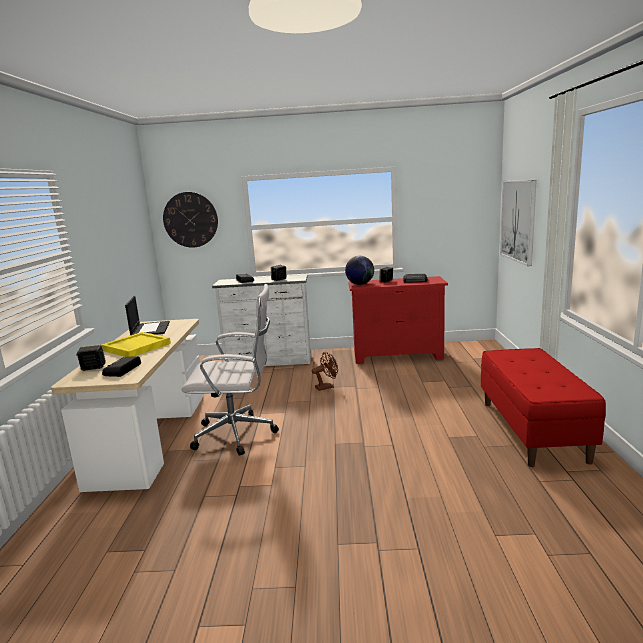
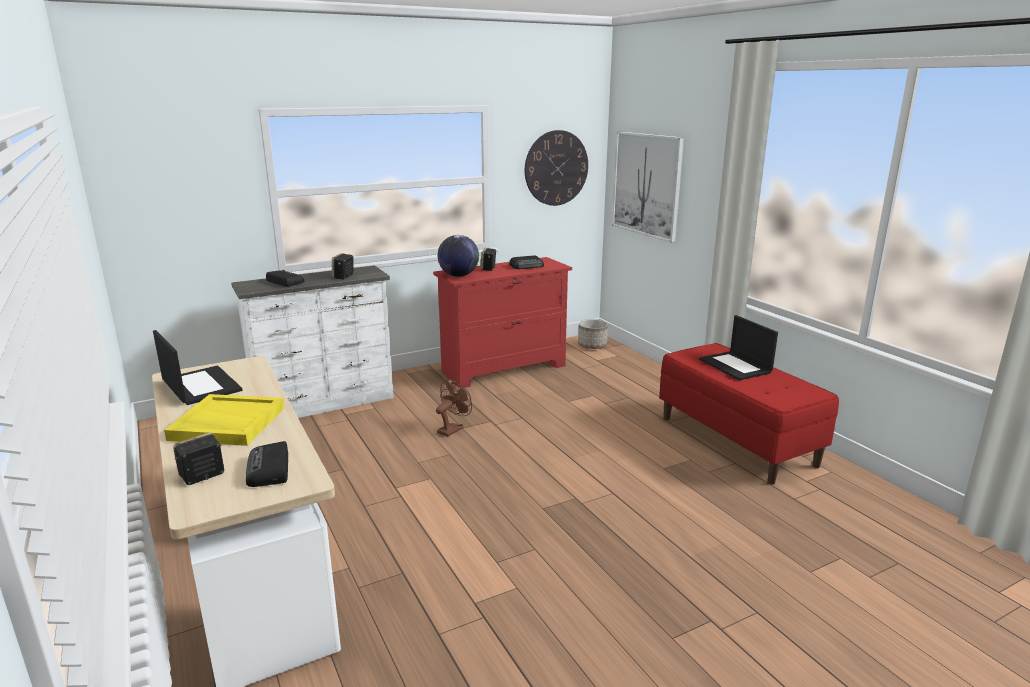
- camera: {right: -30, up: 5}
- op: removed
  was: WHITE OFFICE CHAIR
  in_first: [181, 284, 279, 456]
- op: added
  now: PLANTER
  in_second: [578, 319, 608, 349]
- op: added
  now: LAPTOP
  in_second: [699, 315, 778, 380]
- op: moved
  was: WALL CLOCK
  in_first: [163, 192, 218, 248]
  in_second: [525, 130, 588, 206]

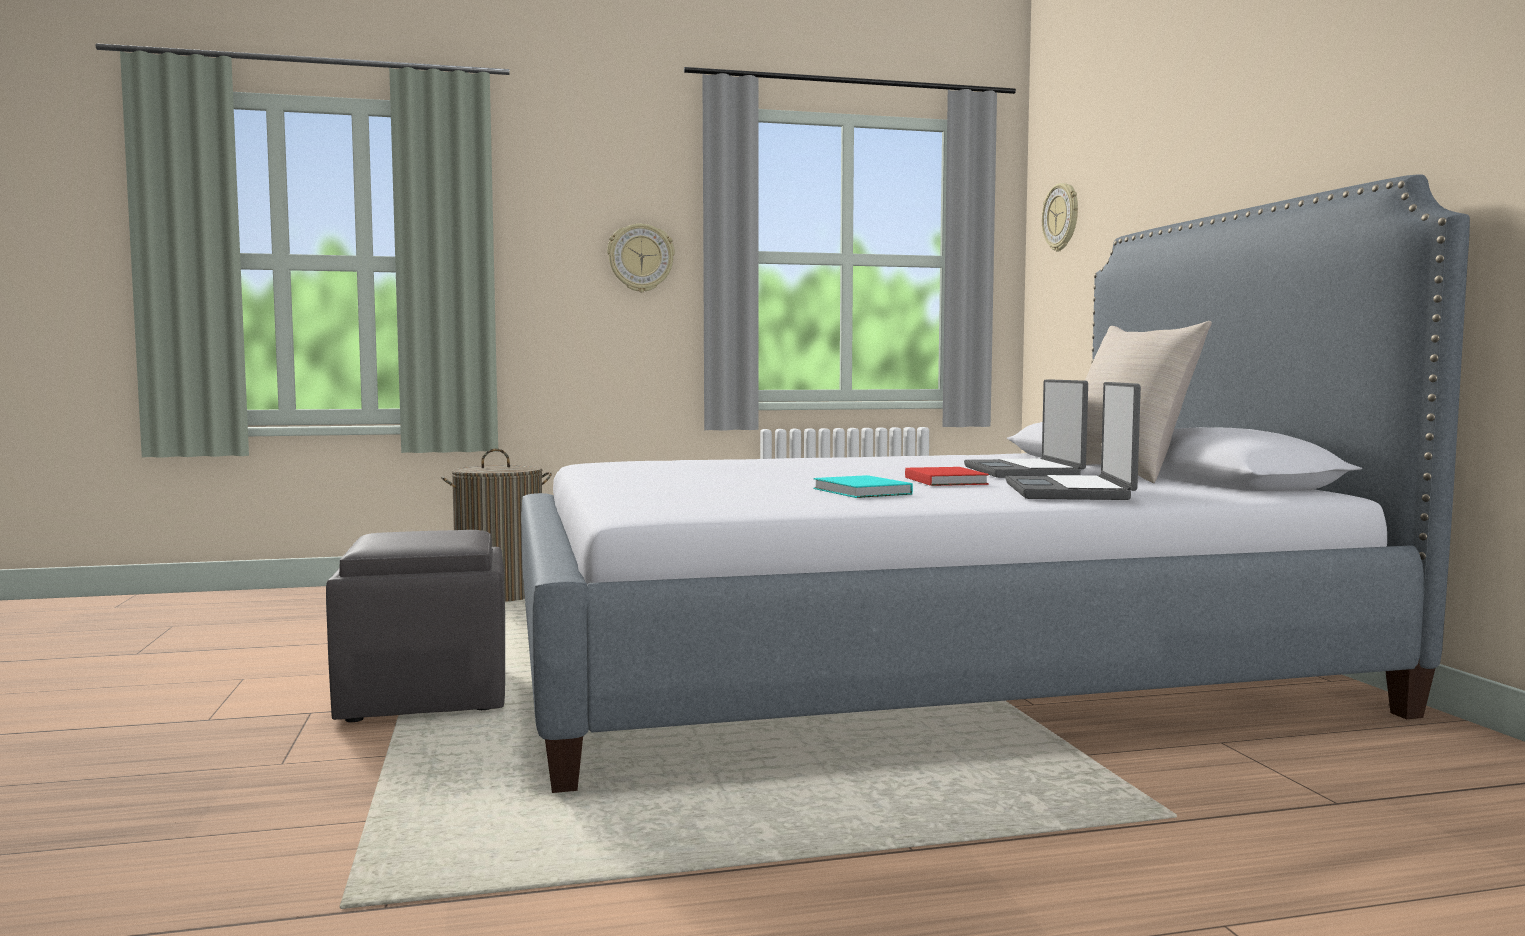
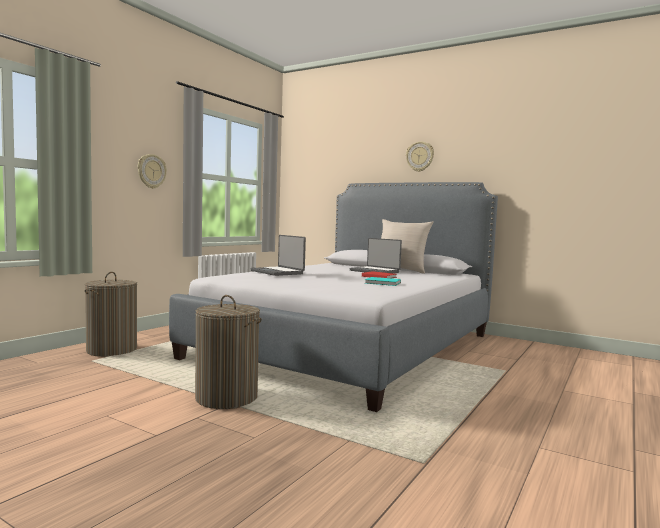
- camera: {right: -45, up: 0}
- op: moved
  was: LAPTOP
  in_first: [1005, 382, 1141, 500]
  in_second: [250, 235, 306, 276]
- op: moved
  was: WALL CLOCK
  in_first: [1042, 183, 1078, 251]
  in_second: [406, 141, 434, 172]
- op: replaced
  was: GREY OTTOMAN
  now: LAUNDRY BASKET
  in_first: [326, 530, 505, 722]
  in_second: [195, 295, 262, 409]

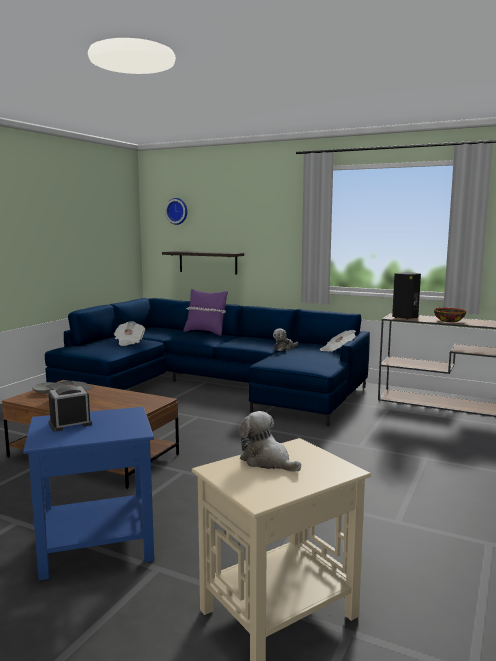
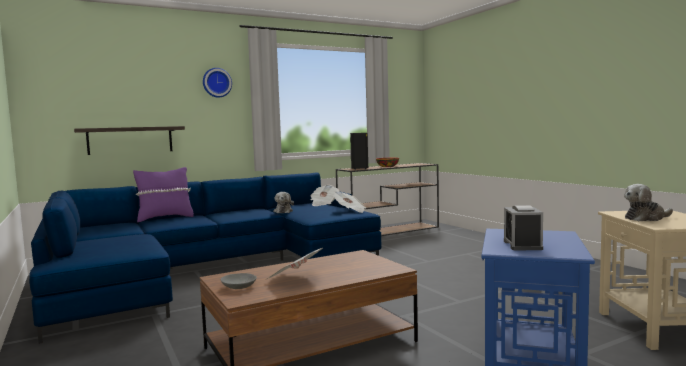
- camera: {right: -55, up: -5}
- op: moved
  was: NEWSPAPER
  in_first: [114, 321, 145, 346]
  in_second: [333, 191, 366, 213]
- op: moved
  was: WALL CLOCK
  in_first: [165, 198, 188, 225]
  in_second: [203, 68, 232, 98]

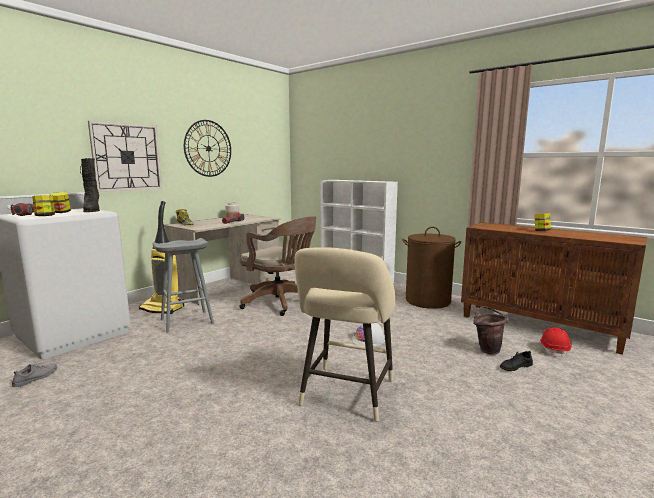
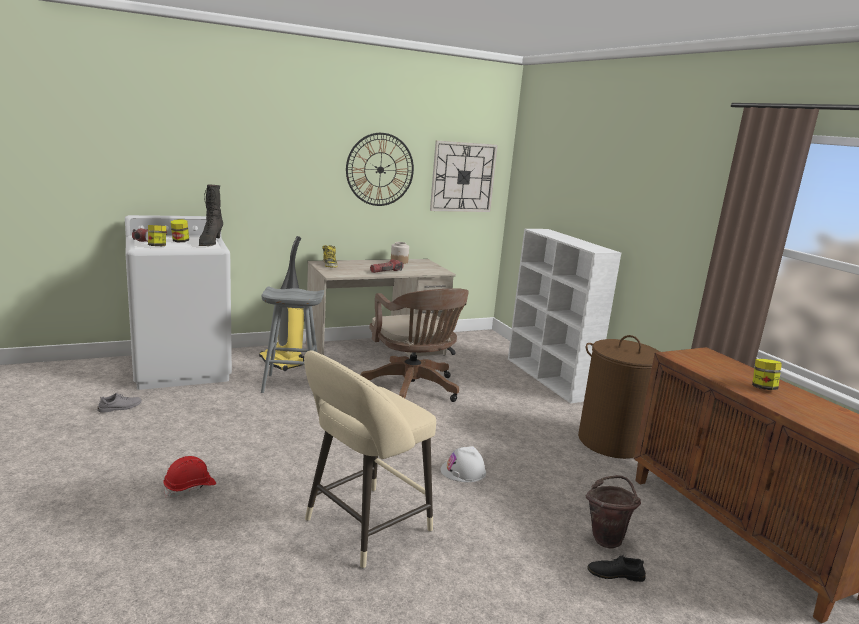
- camera: {right: 25, up: 5}
- op: moved
  was: WALL CLOCK
  in_first: [88, 121, 162, 192]
  in_second: [430, 140, 498, 212]
- op: moved
  was: RED HARD HAT
  in_first: [540, 327, 572, 359]
  in_second: [163, 456, 216, 497]

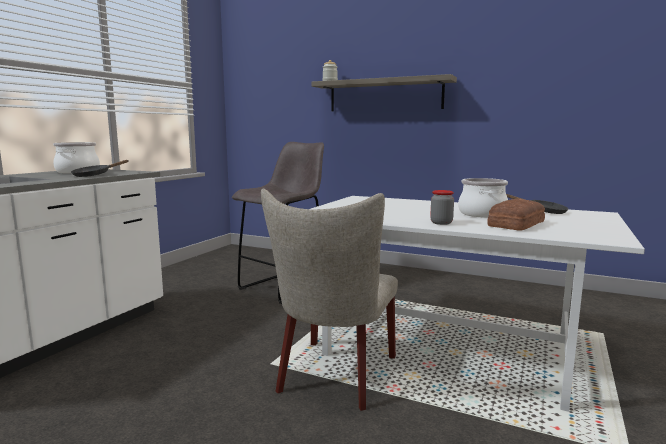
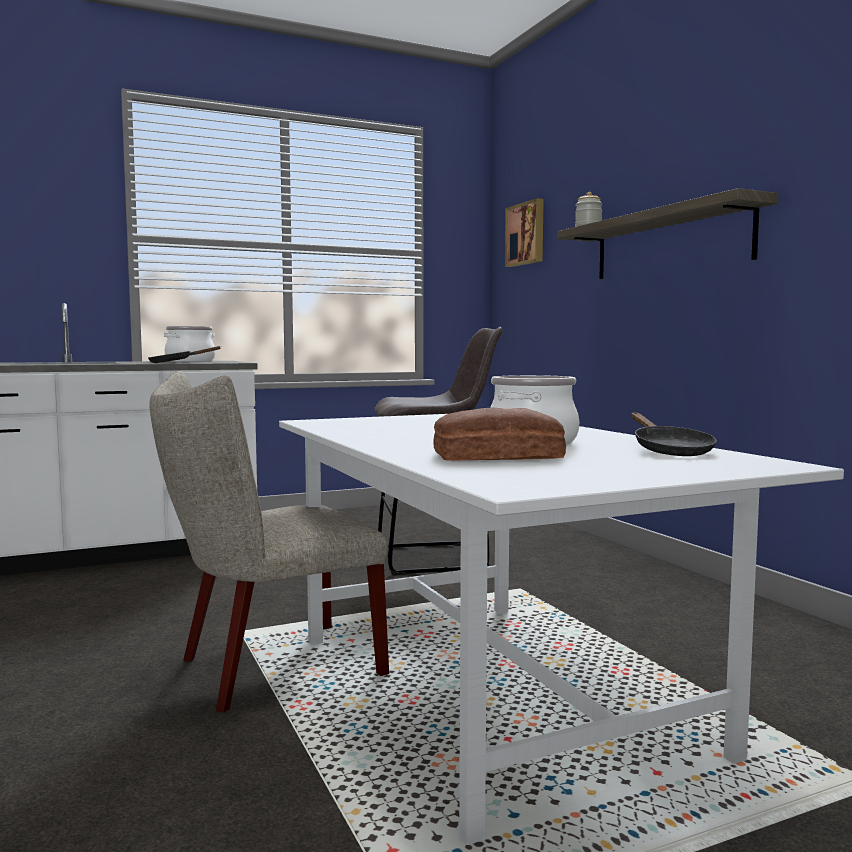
- camera: {right: 40, up: -5}
- op: removed
  was: JAR
  in_first: [430, 190, 454, 225]
- op: added
  now: PICTURE
  in_second: [505, 198, 544, 267]

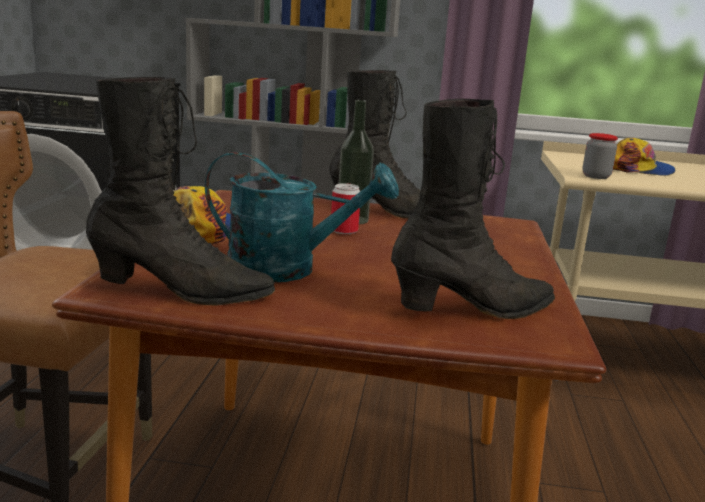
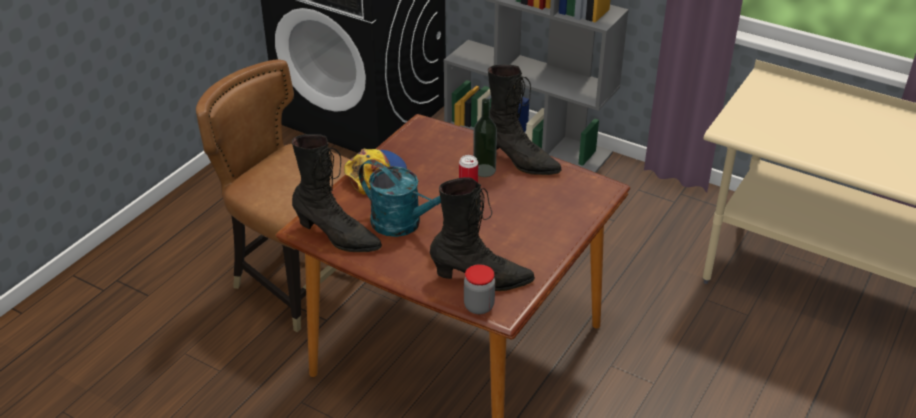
- camera: {right: 25, up: 20}
- op: removed
  was: CAP
  in_first: [613, 138, 675, 176]
- op: moved
  was: JAR
  in_first: [582, 133, 618, 179]
  in_second: [464, 264, 495, 314]

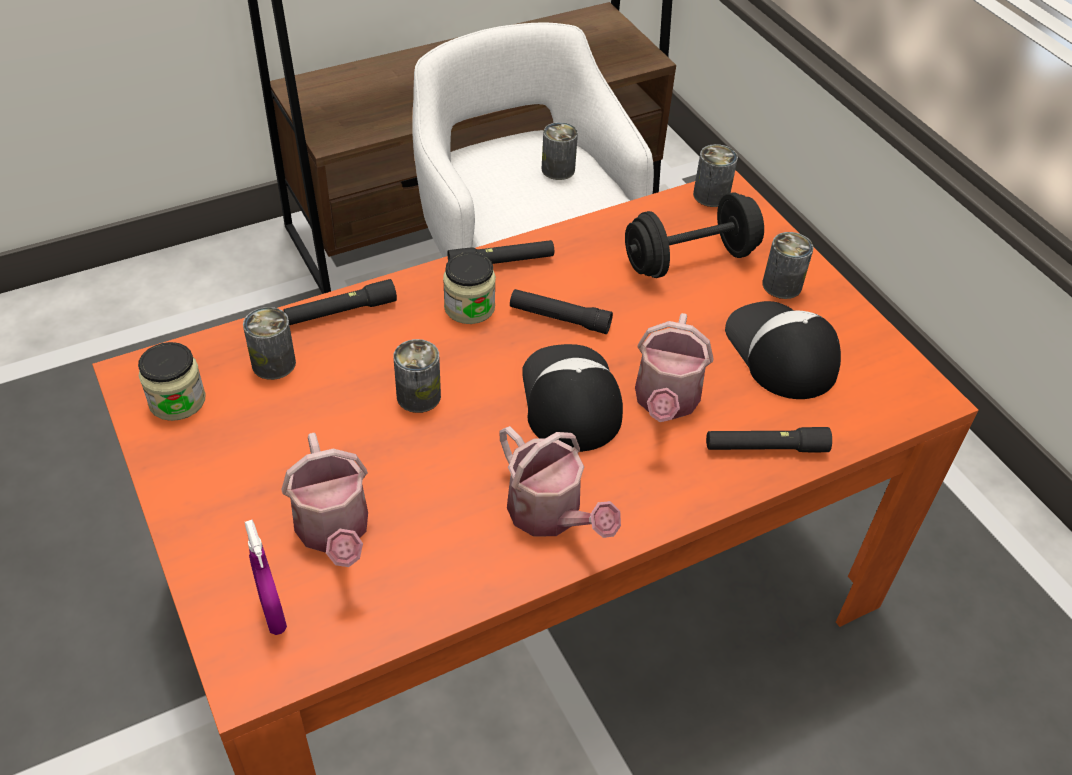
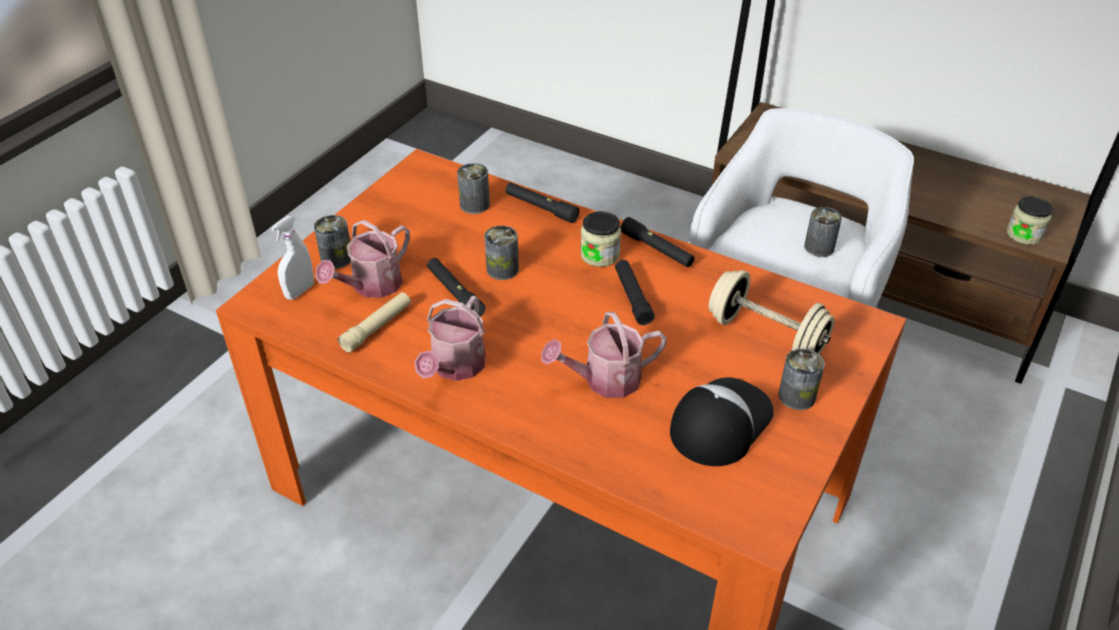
- camera: {right: 60, up: -5}
- op: removed
  was: CAP
  in_first: [523, 344, 623, 452]
- op: added
  now: BEIGE FLASHLIGHT
  in_second: [338, 292, 411, 353]
- op: moved
  was: JAR
  in_first: [138, 342, 206, 421]
  in_second: [1007, 196, 1053, 245]
- op: moved
  was: CAN
  in_first: [693, 144, 738, 207]
  in_second: [314, 215, 351, 269]
- op: moved
  was: BLACK FLASHLIGHT
  in_first: [706, 427, 832, 452]
  in_second: [427, 258, 486, 317]
- op: recoloured
  was: PURPLE SPRAY BOTTLE
  now: WHITE SPRAY BOTTLE
  in_first: [245, 520, 287, 635]
  in_second: [271, 216, 314, 300]
- op: recoloured
  was: BLACK DUMBBELL
  now: BEIGE DUMBBELL
  in_first: [625, 192, 764, 278]
  in_second: [709, 270, 834, 355]

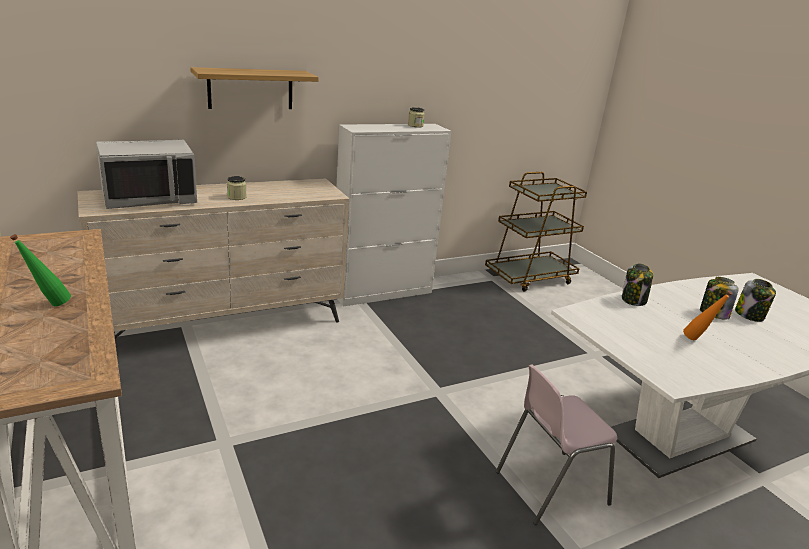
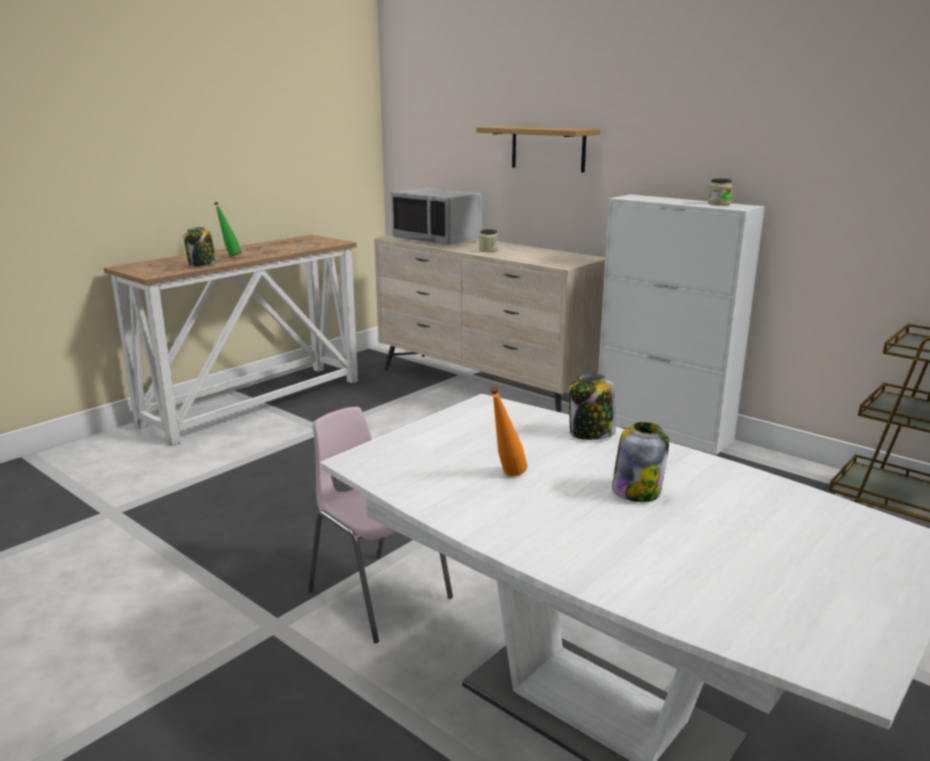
- camera: {right: 70, up: -5}
- op: moved
  was: JAR
  in_first: [735, 279, 776, 322]
  in_second: [183, 227, 217, 267]

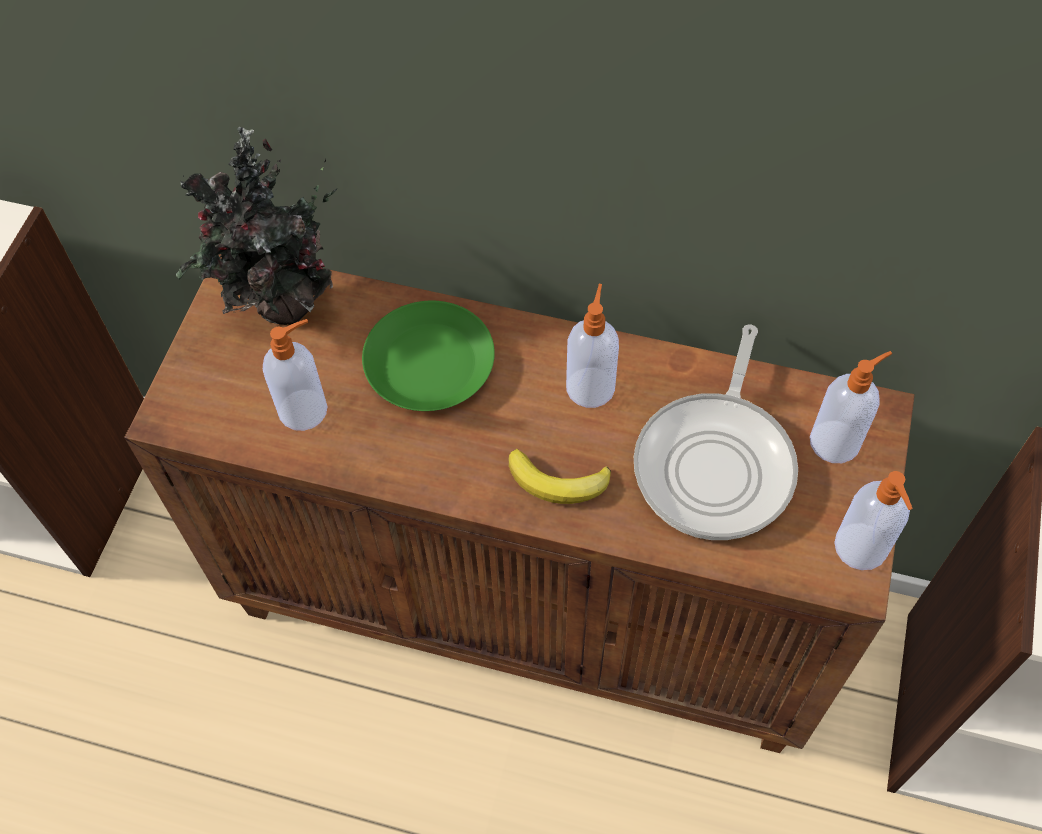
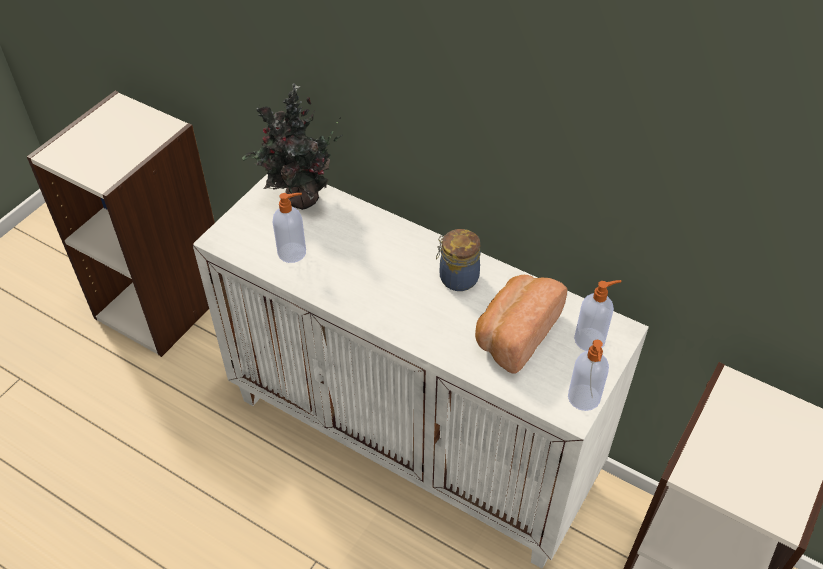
- camera: {right: 15, up: -10}
- op: removed
  was: GREEN PLATE
  in_first: [362, 301, 495, 411]
- op: removed
  was: BANANA
  in_first: [509, 449, 611, 504]
- op: replaced
  was: SOAP DISPENSER
  now: JAR
  in_first: [566, 284, 619, 408]
  in_second: [436, 229, 480, 291]
- op: replaced
  was: FRYING PAN
  now: BREAD
  in_first: [634, 324, 798, 540]
  in_second: [475, 275, 567, 374]
- op: recoloured
  was: BROWN CABINET
  now: WHITE CABINET
  in_first: [124, 254, 915, 753]
  in_second: [192, 174, 649, 569]

